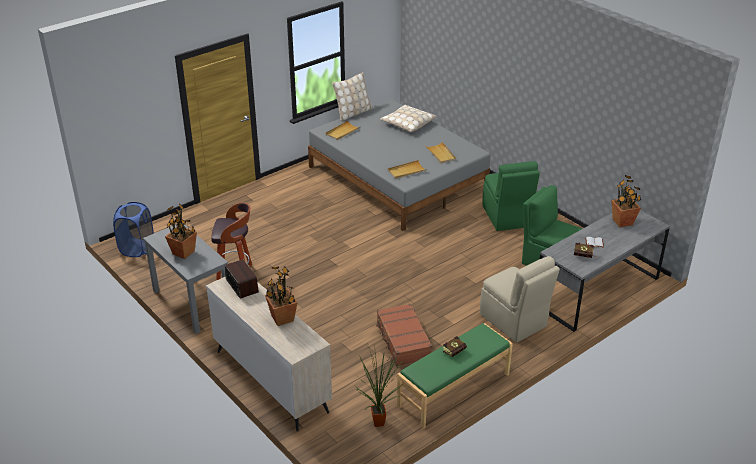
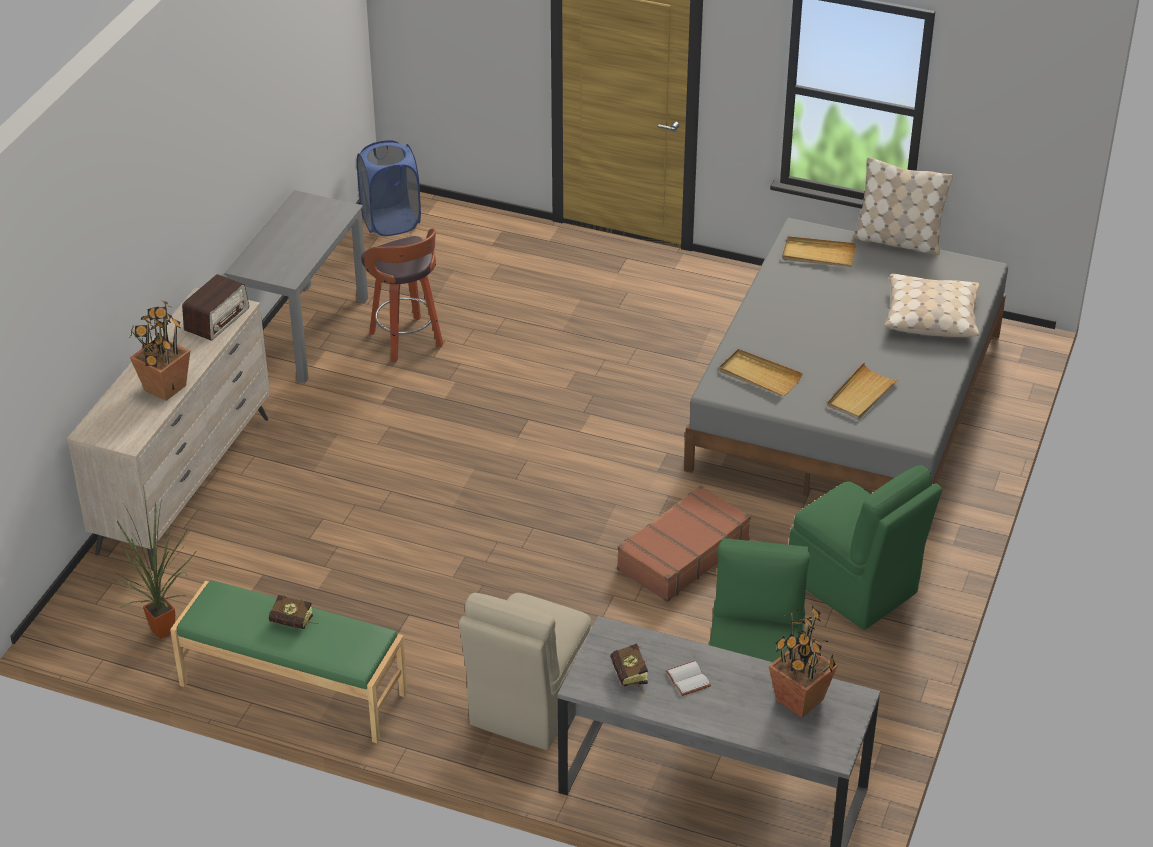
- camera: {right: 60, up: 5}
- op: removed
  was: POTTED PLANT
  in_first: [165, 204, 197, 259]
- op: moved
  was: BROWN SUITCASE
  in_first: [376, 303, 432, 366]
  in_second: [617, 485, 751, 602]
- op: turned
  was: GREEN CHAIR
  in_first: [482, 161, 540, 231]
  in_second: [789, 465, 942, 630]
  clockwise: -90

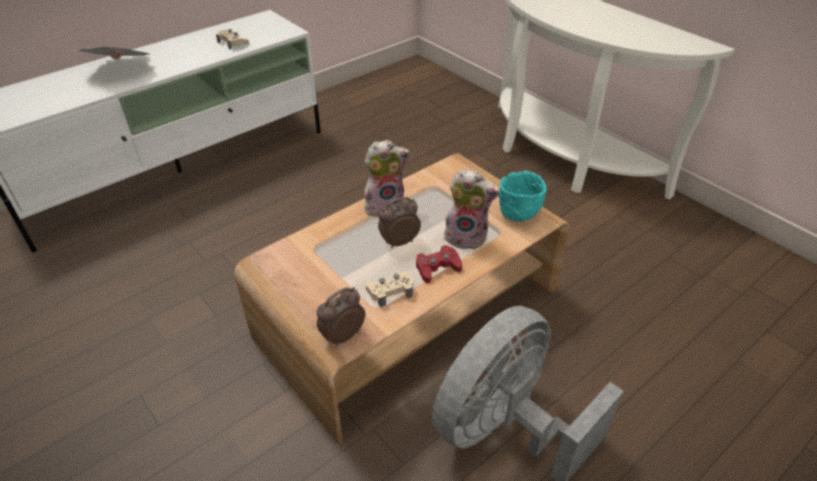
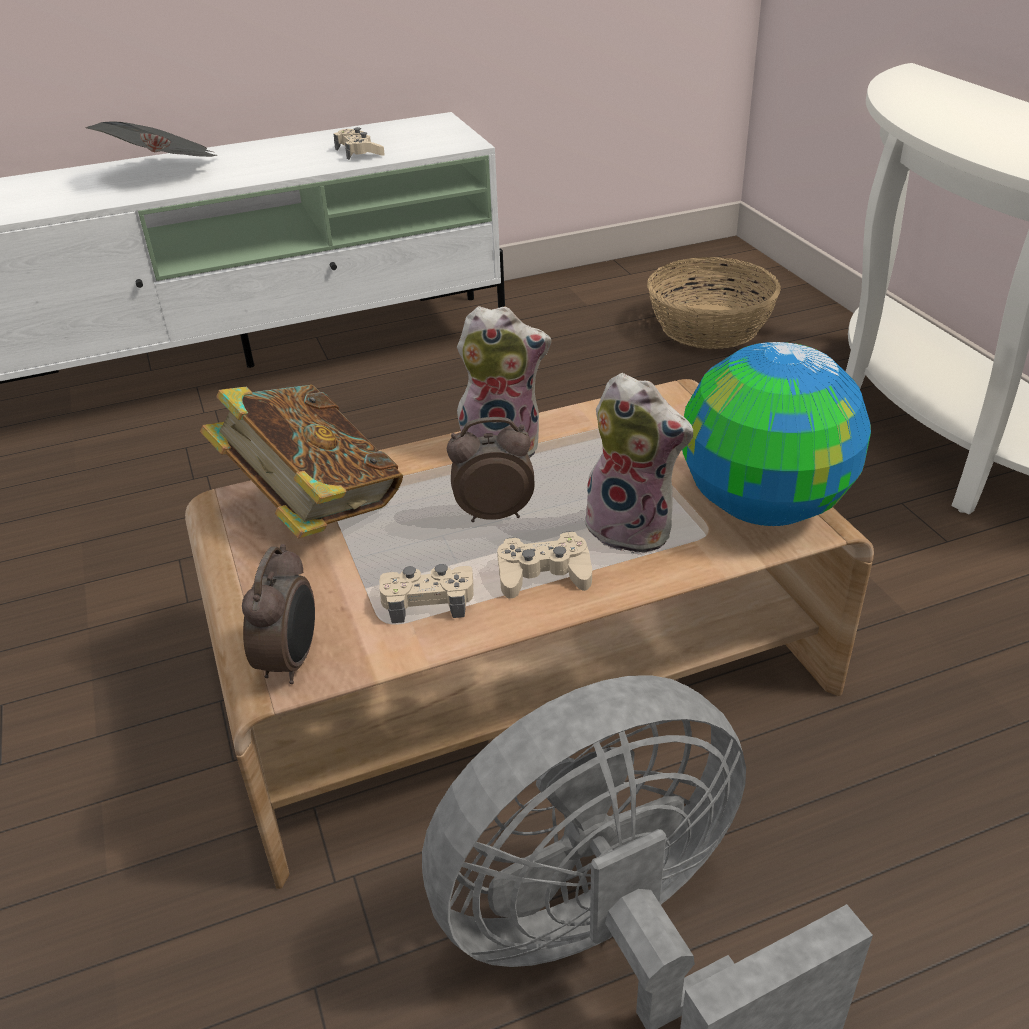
- camera: {right: 20, up: -5}
- op: added
  now: BOOK
  in_second: [200, 385, 403, 538]
- op: added
  now: BASKET
  in_second: [647, 257, 781, 349]
- op: replaced
  was: TURQUOISE BOWL
  now: GLOBE
  in_first: [498, 171, 547, 221]
  in_second: [682, 342, 871, 526]
- op: recoloured
  was: RED GAME CONTROLLER
  now: BEIGE GAME CONTROLLER
  in_first: [416, 245, 462, 283]
  in_second: [497, 531, 592, 598]
- op: turned
  was: ALARM CLOCK
  in_first: [317, 287, 365, 347]
  in_second: [242, 544, 315, 684]
  clockwise: 120

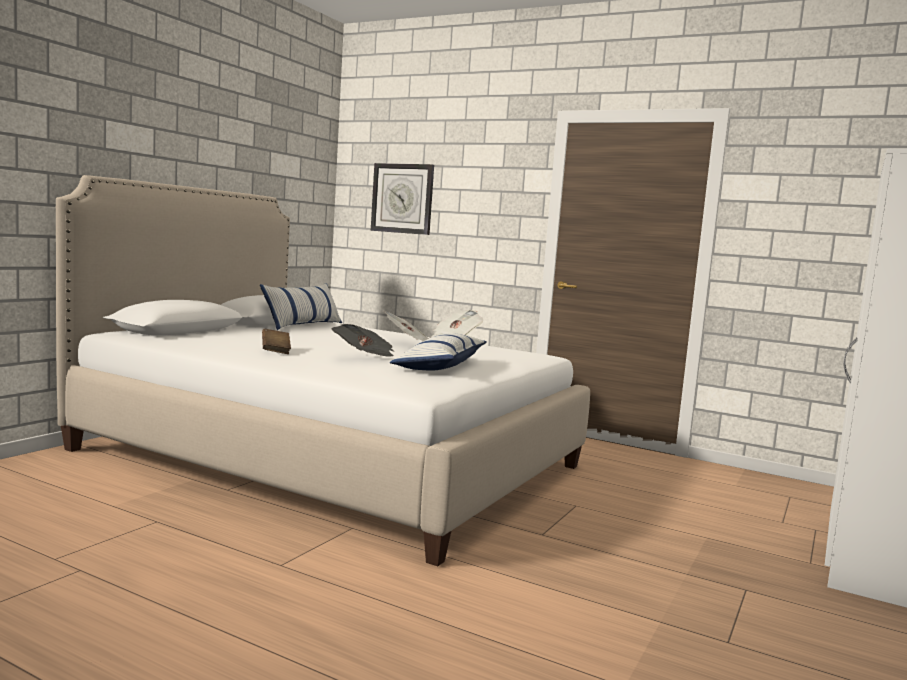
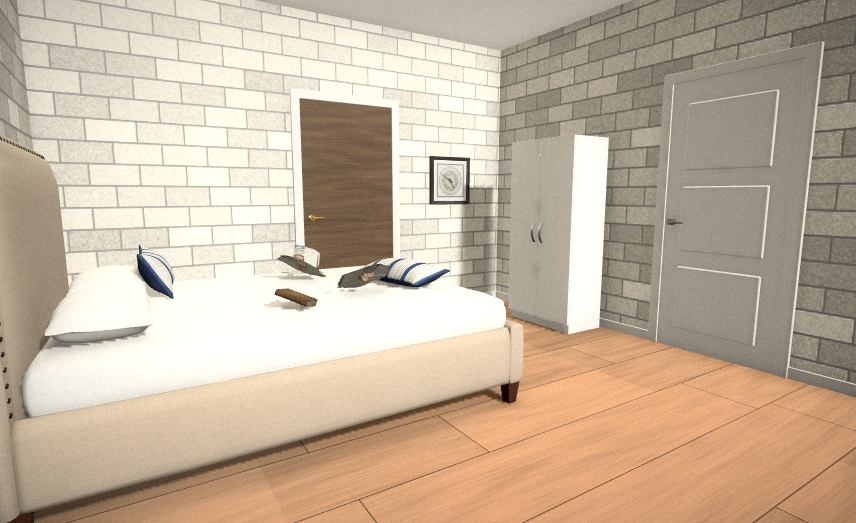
- camera: {right: -60, up: 0}
- op: moved
  was: WALL CLOCK
  in_first: [371, 163, 434, 235]
  in_second: [430, 156, 470, 205]

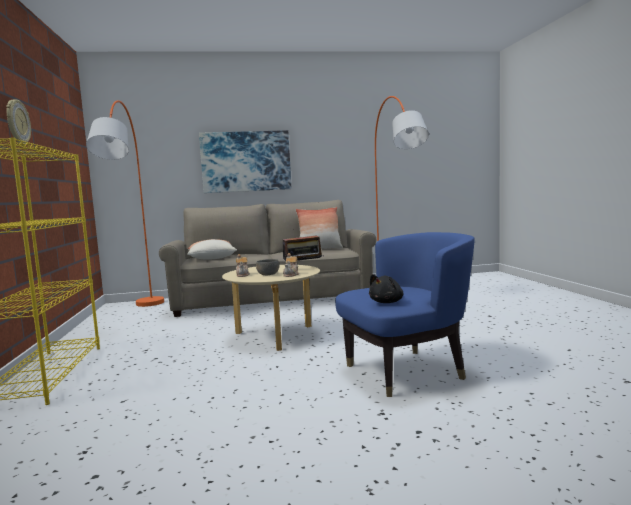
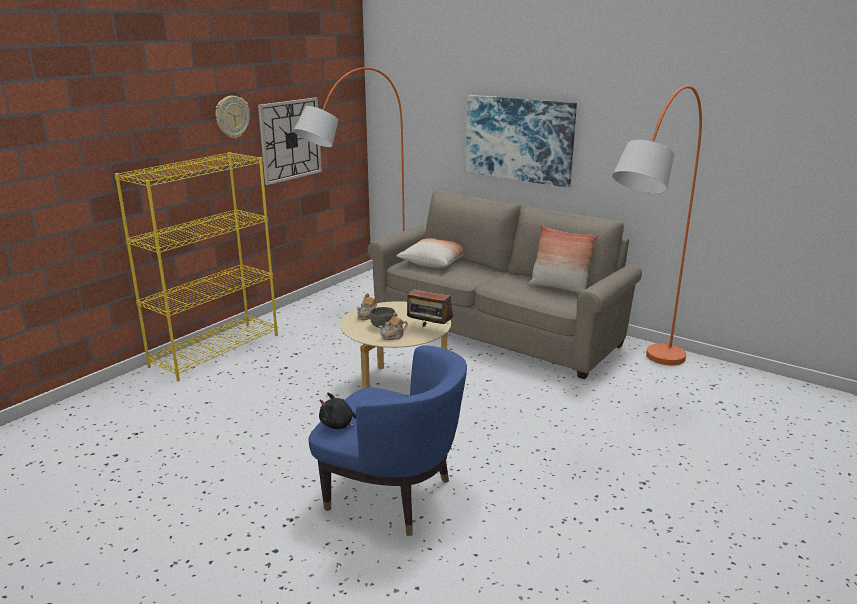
- camera: {right: 45, up: 15}
- op: added
  now: WALL CLOCK
  in_second: [258, 98, 322, 185]

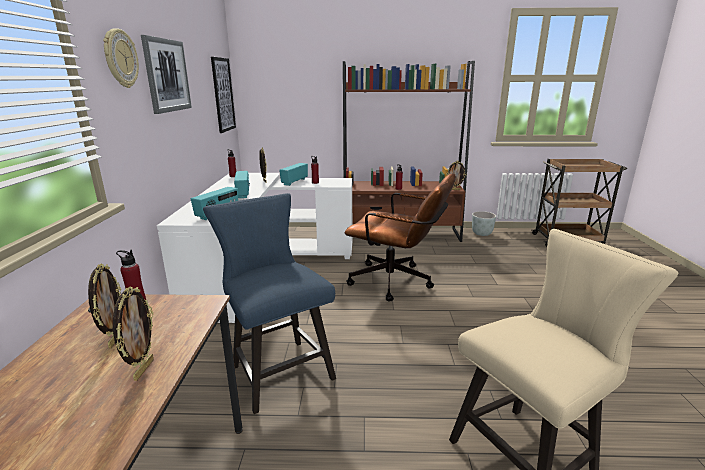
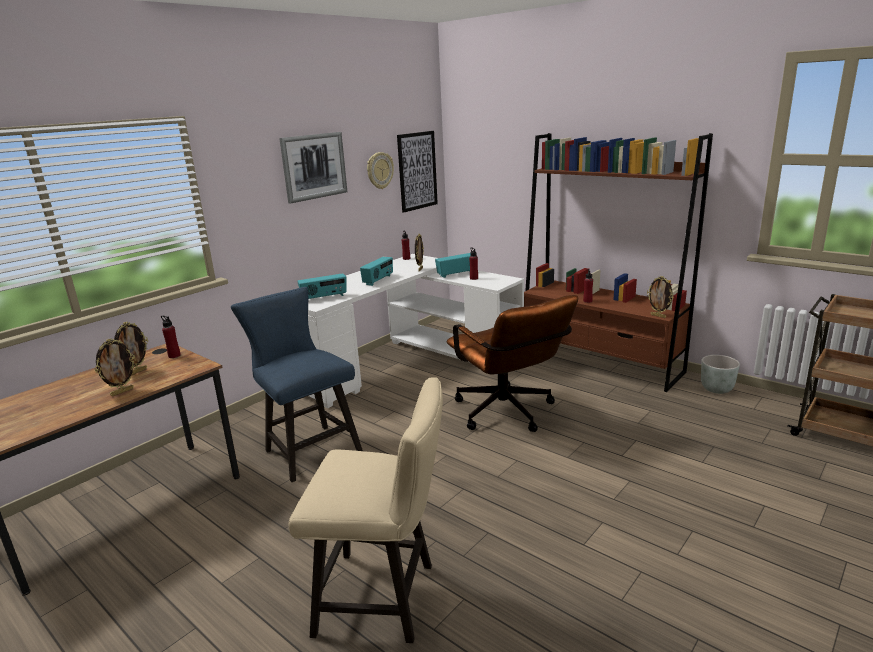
- camera: {right: 40, up: 0}
- op: moved
  was: WALL CLOCK
  in_first: [103, 28, 139, 88]
  in_second: [367, 152, 394, 189]
- op: turned
  was: BLUE CHAIR
  in_first: [203, 193, 336, 414]
  in_second: [231, 287, 363, 482]
  clockwise: -45

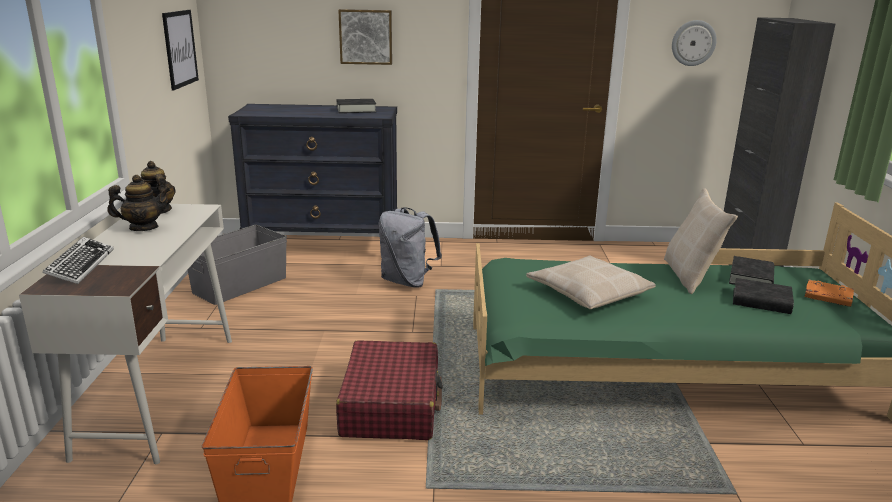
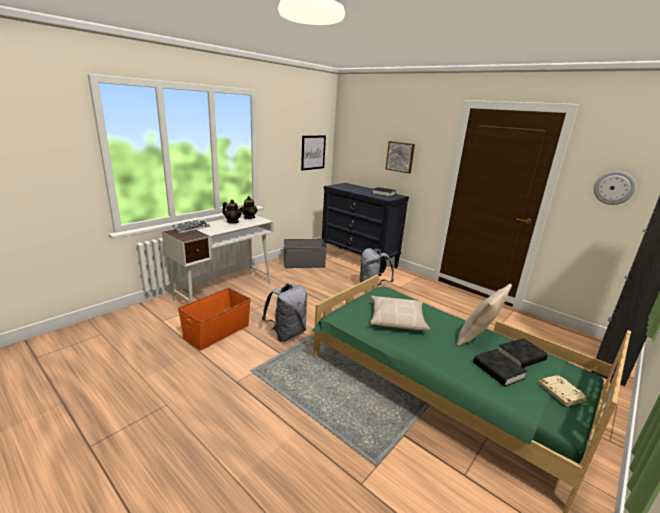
- camera: {right: 40, up: 0}
- op: replaced
  was: RED SUITCASE
  now: GREY BACKPACK
  in_first: [336, 340, 443, 440]
  in_second: [262, 283, 307, 342]
- op: recoloured
  was: ORANGE BOOK
  now: BEIGE BOOK
  in_first: [805, 279, 854, 307]
  in_second: [538, 375, 588, 406]

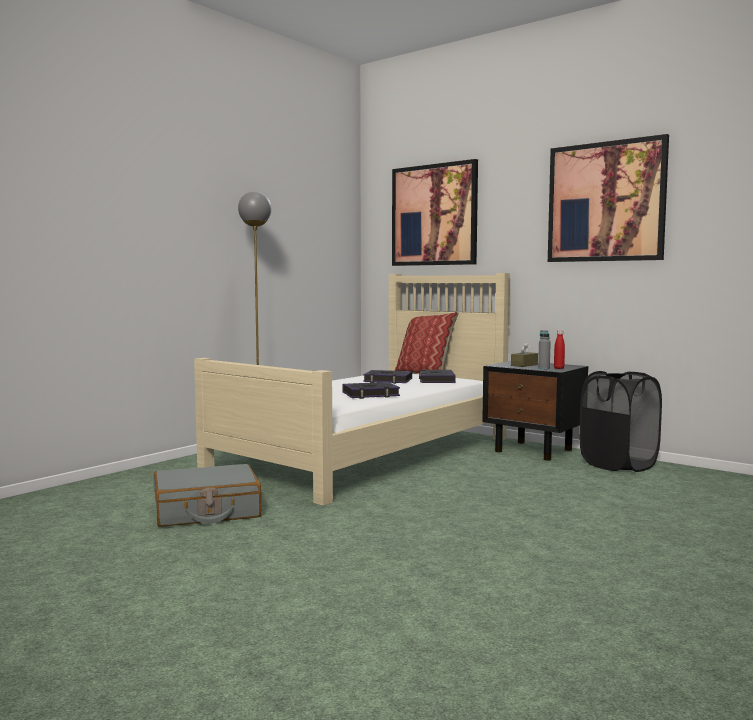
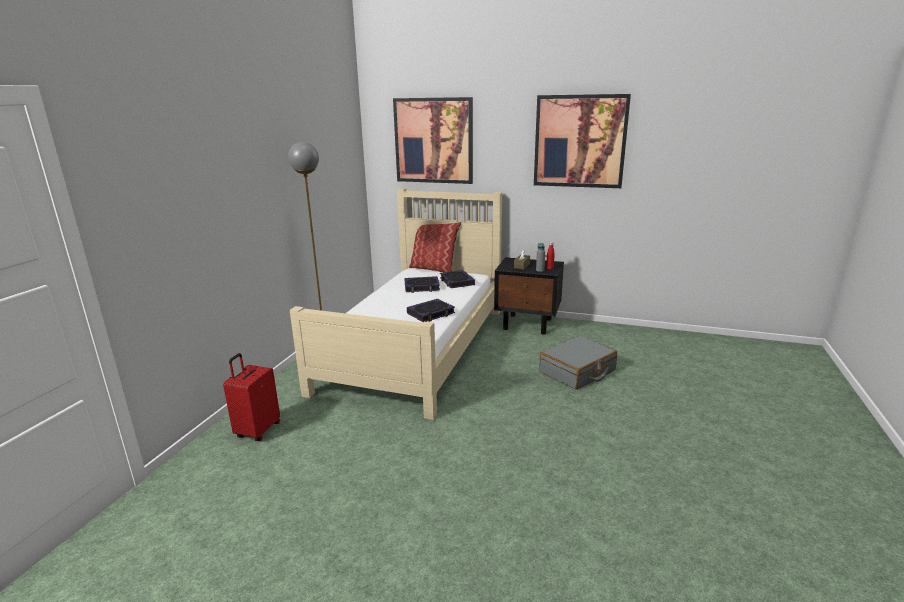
- camera: {right: -20, up: 15}
- op: removed
  was: BLACK LAUNDRY BASKET
  in_first: [579, 371, 662, 472]
- op: added
  now: RED SUITCASE
  in_second: [223, 353, 280, 441]
- op: moved
  was: GREY SUITCASE
  in_first: [154, 464, 261, 527]
  in_second: [539, 336, 617, 389]

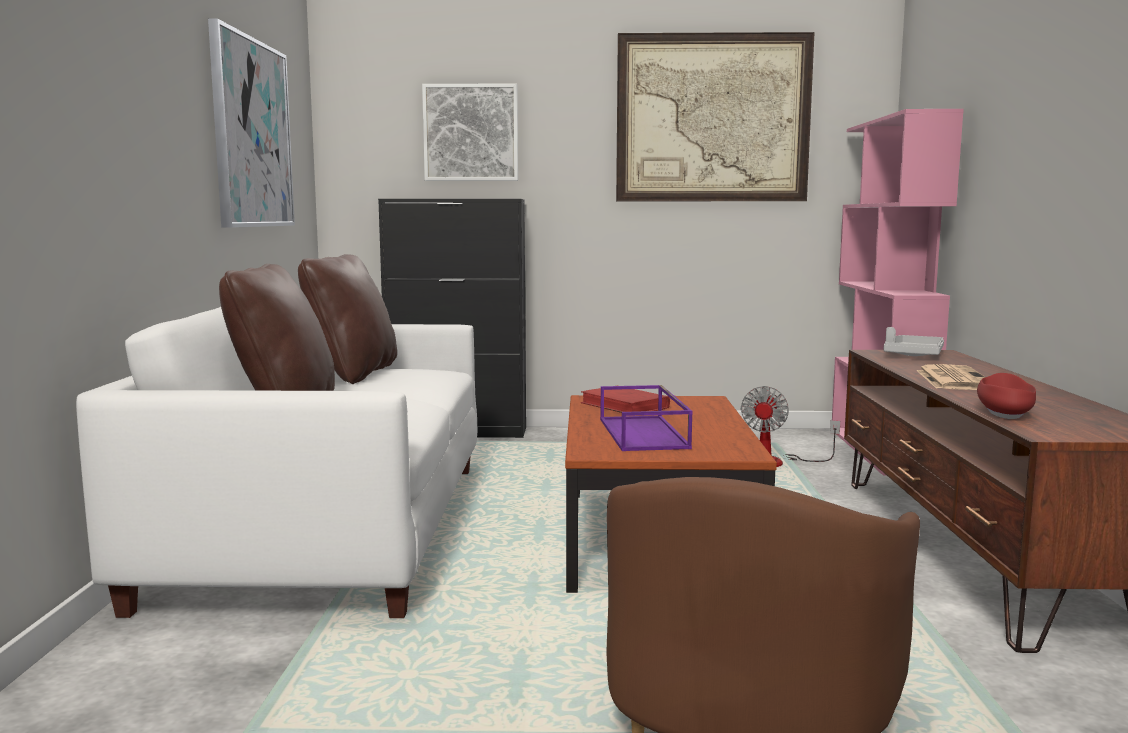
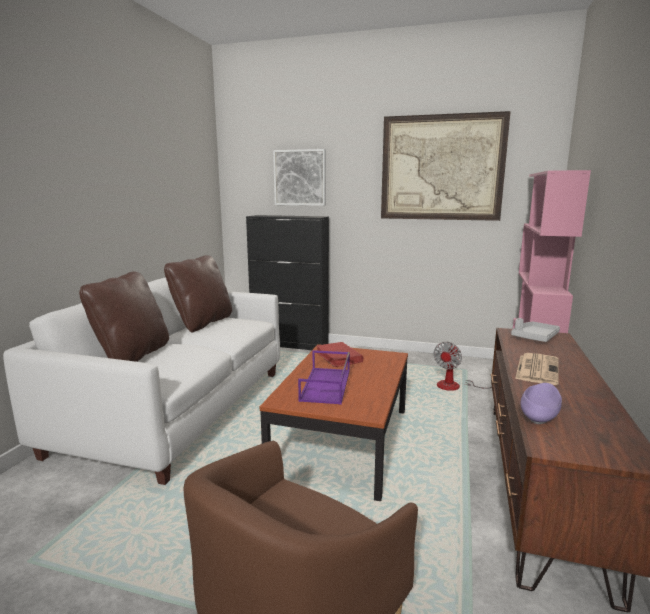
- camera: {right: 15, up: 5}
- op: removed
  was: PICTURE
  in_first: [208, 19, 295, 228]
- op: recoloured
  was: RED BOWL
  now: PURPLE BOWL
  in_first: [977, 373, 1036, 419]
  in_second: [520, 383, 562, 424]

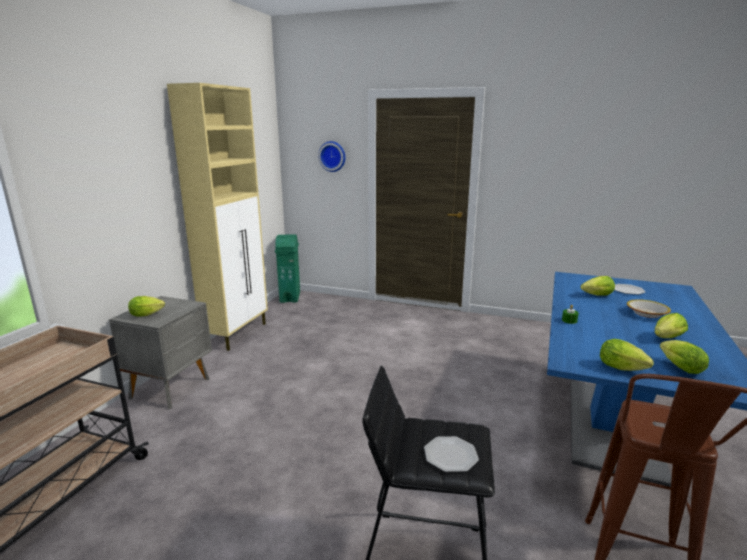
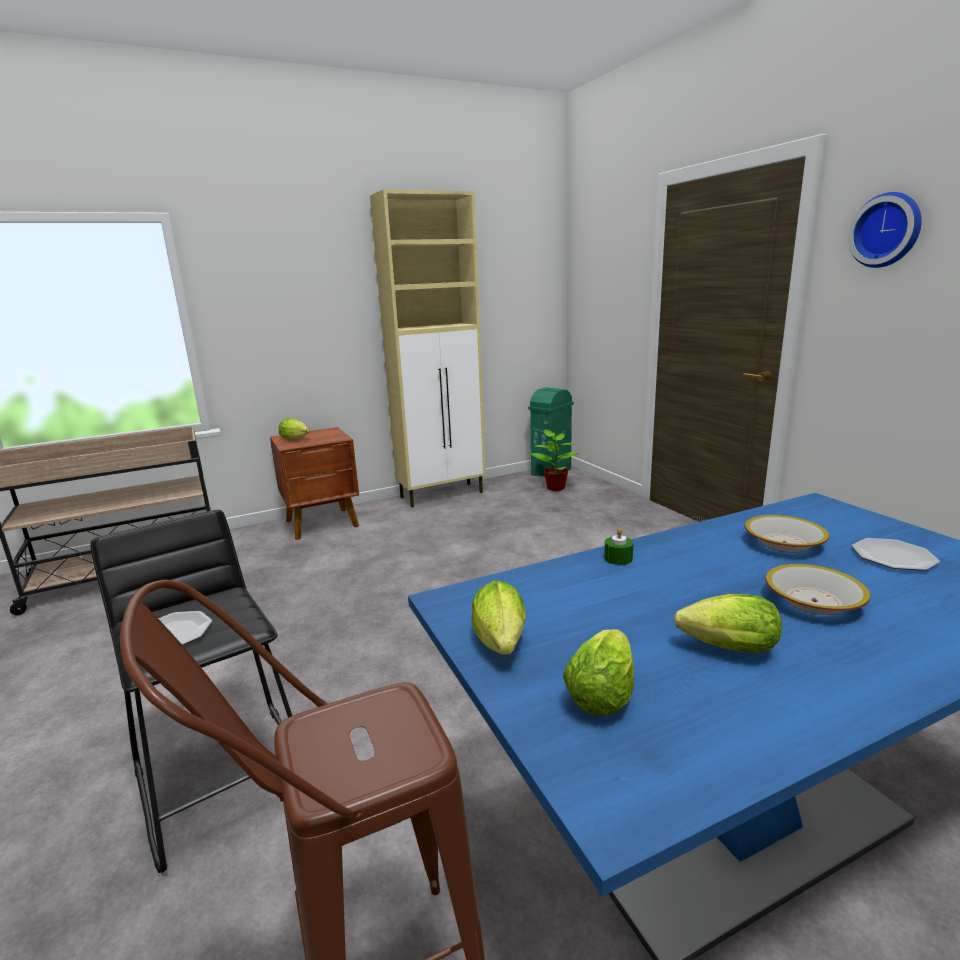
- camera: {right: 45, up: 0}
- op: added
  now: POTTED PLANT
  in_second: [529, 426, 579, 491]
- op: moved
  was: WALL CLOCK
  in_first: [318, 141, 345, 172]
  in_second: [848, 192, 922, 268]
- op: replaced
  was: LETTUCE
  now: BOWL
  in_first: [581, 276, 615, 296]
  in_second: [745, 515, 829, 553]
- op: recoloured
  was: GREY NIGHTSTAND
  now: BROWN NIGHTSTAND
  in_first: [109, 296, 212, 409]
  in_second: [270, 427, 359, 540]

